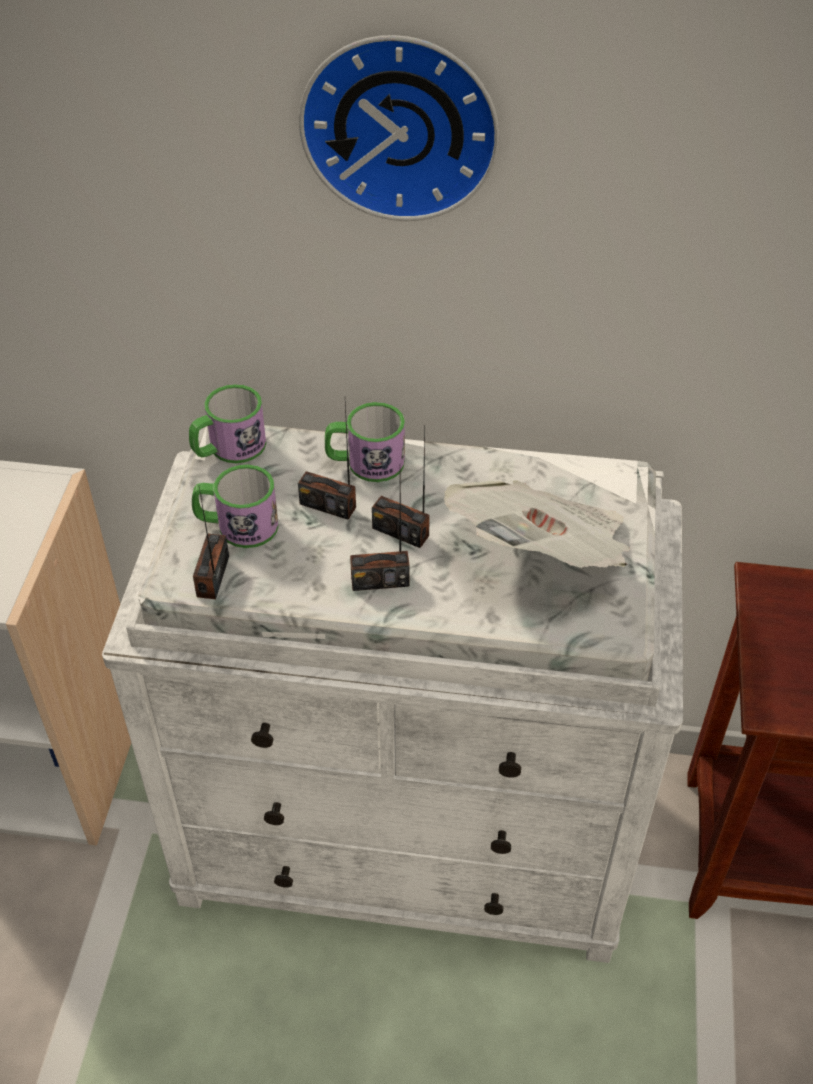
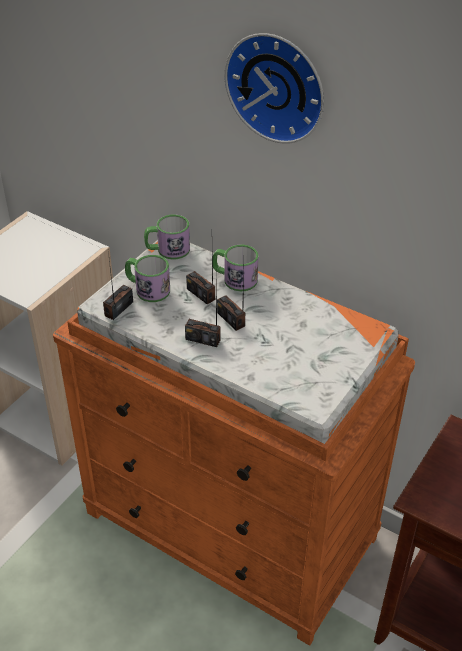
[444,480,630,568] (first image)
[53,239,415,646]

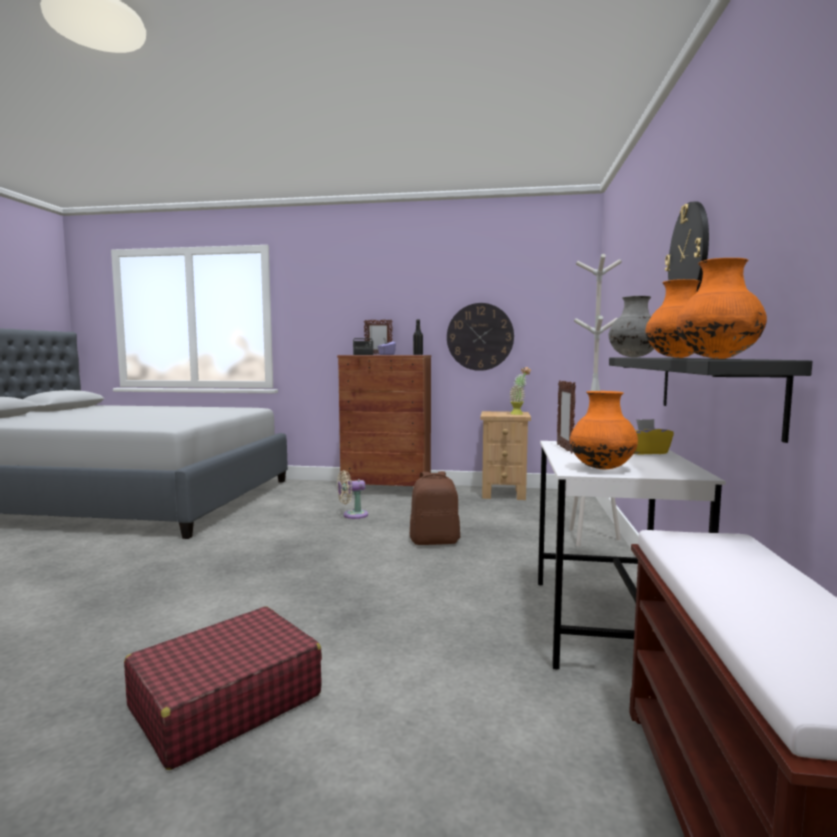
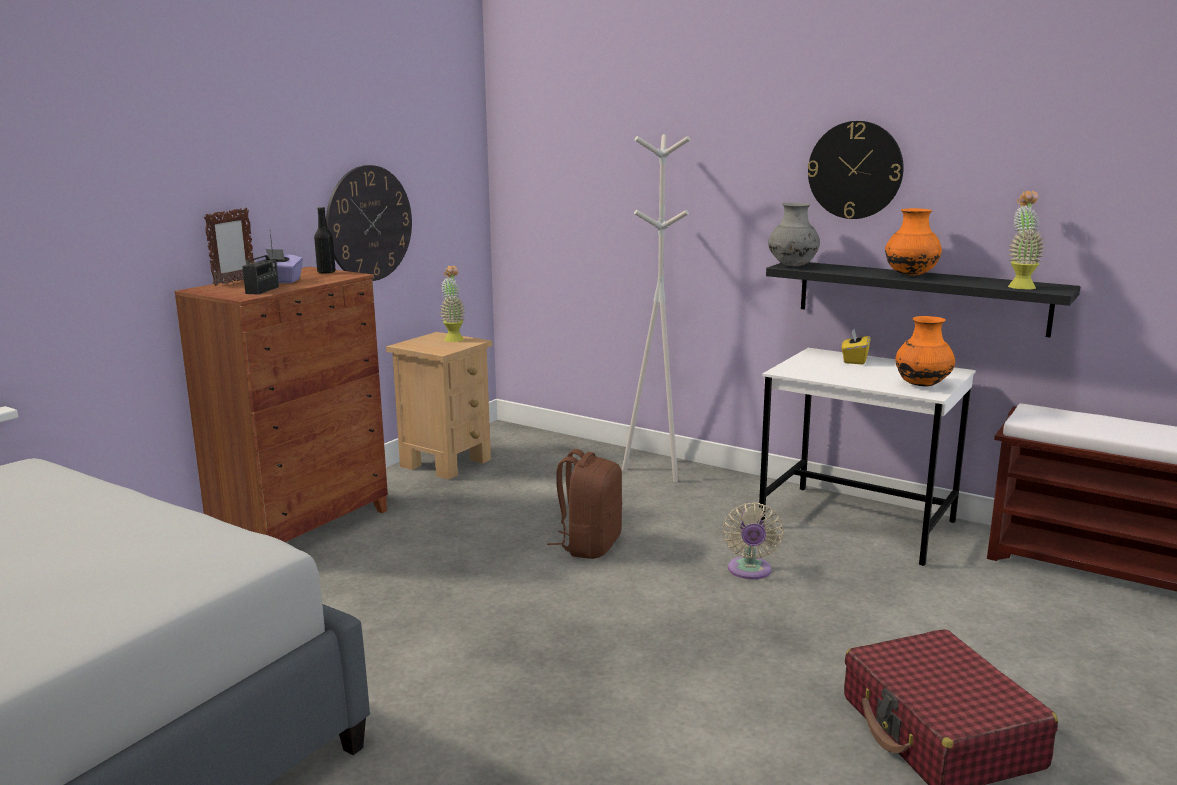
[557,380,576,453] (first image)
[723,503,784,579]
[1008,191,1045,289]

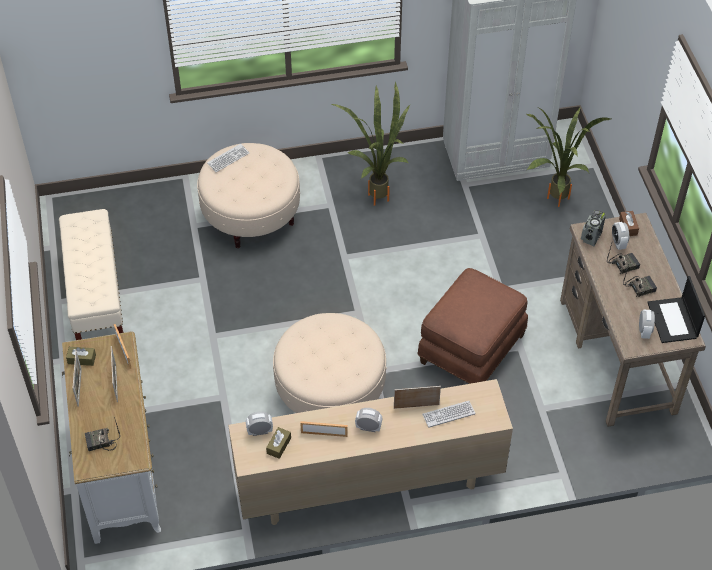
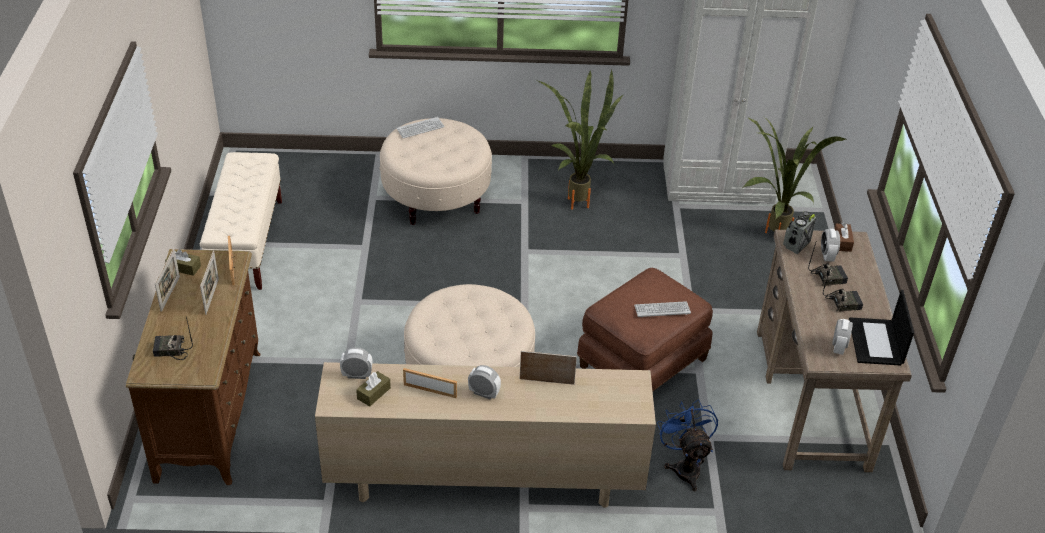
[657,400,718,491]
[634,301,691,317]
[126,249,260,485]

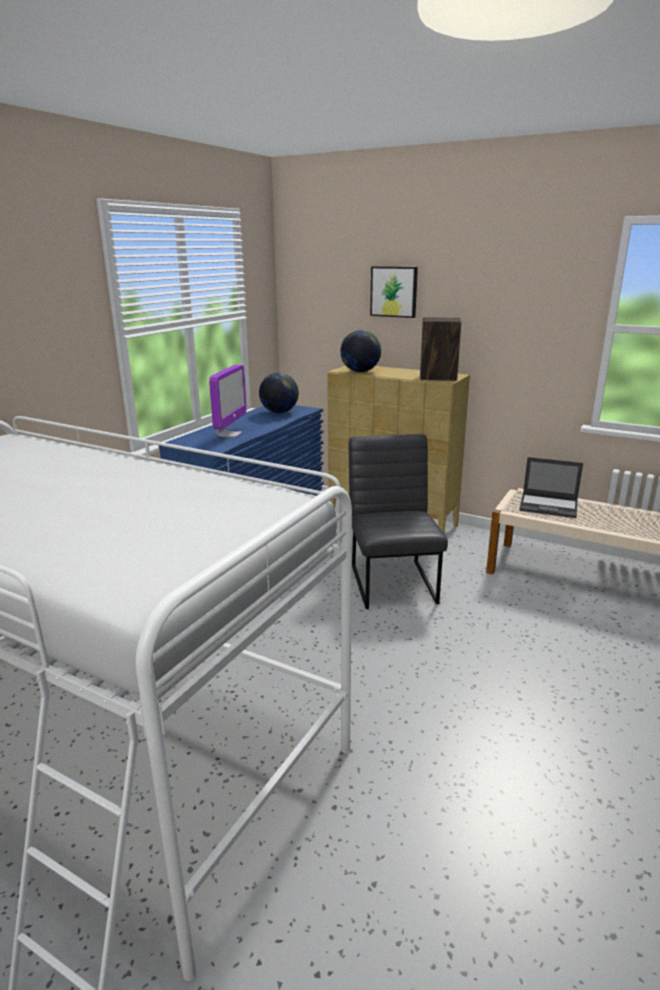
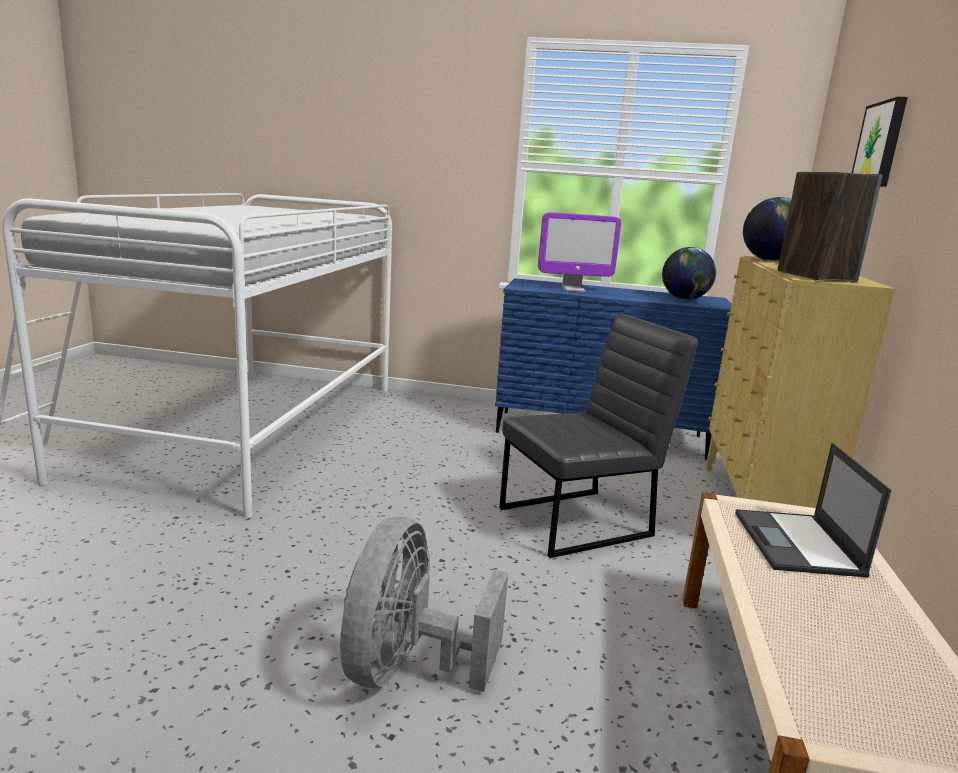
[340,517,508,692]

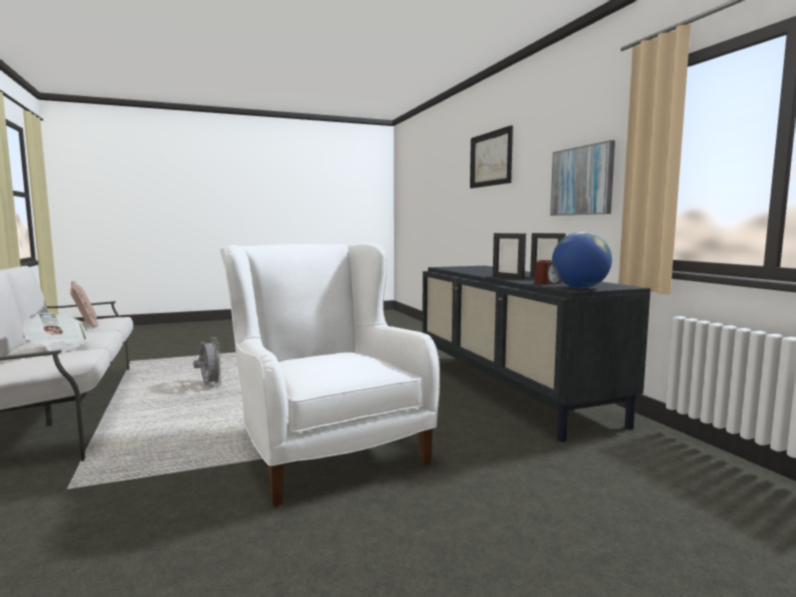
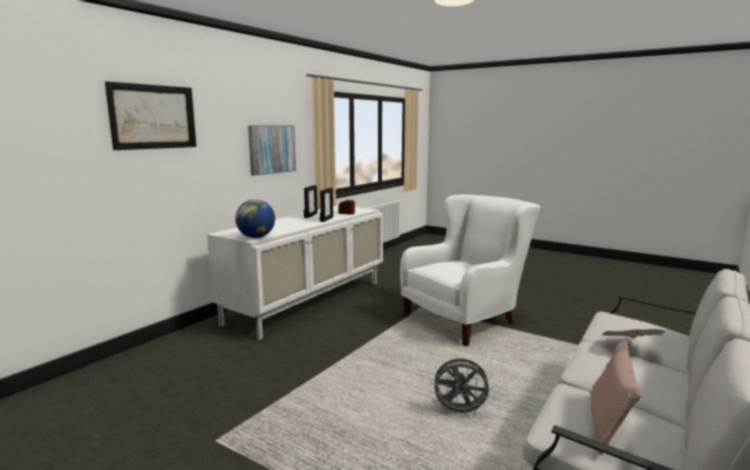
[235,199,275,238]
[207,205,383,340]
[431,358,493,417]
[400,195,541,346]

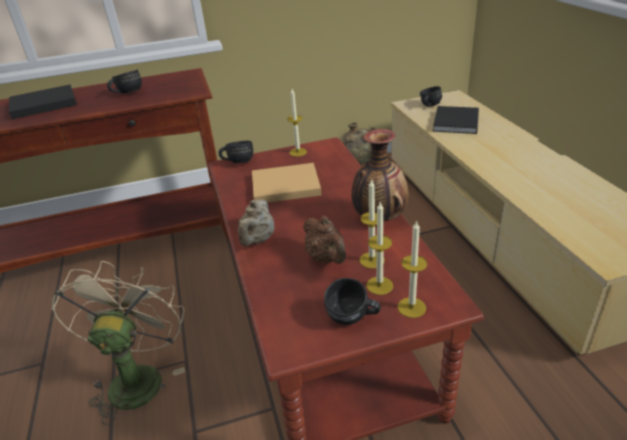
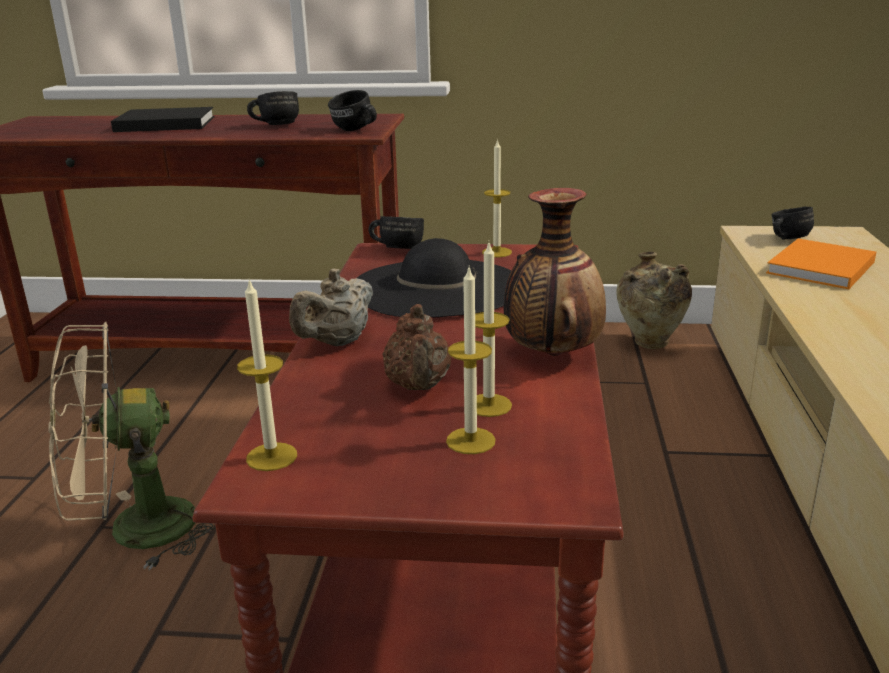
[328,90,377,131]
[237,278,297,471]
[357,238,511,318]
[766,238,876,289]
[48,322,216,571]

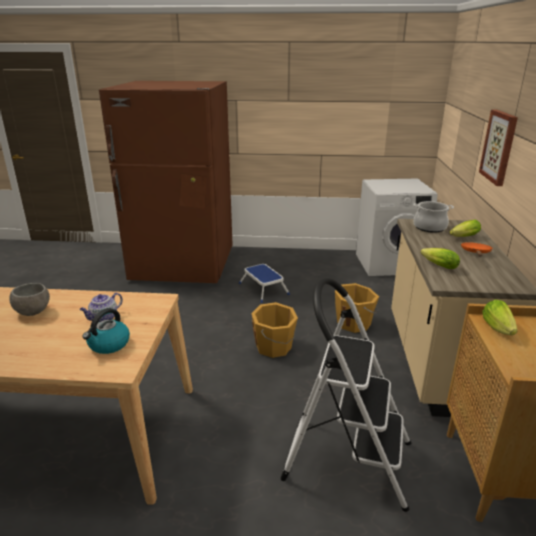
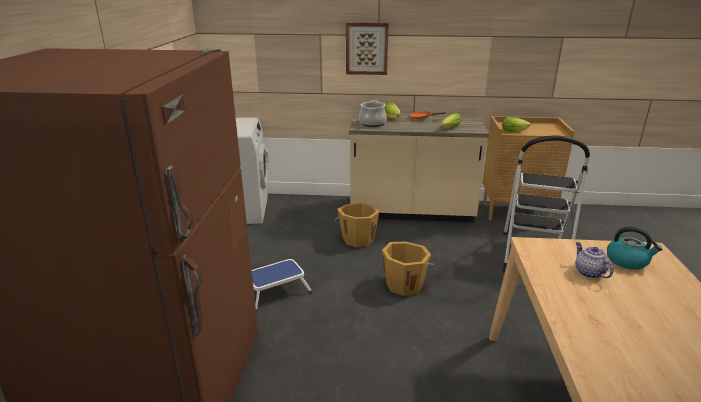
[9,283,50,316] (first image)
[576,242,613,278]

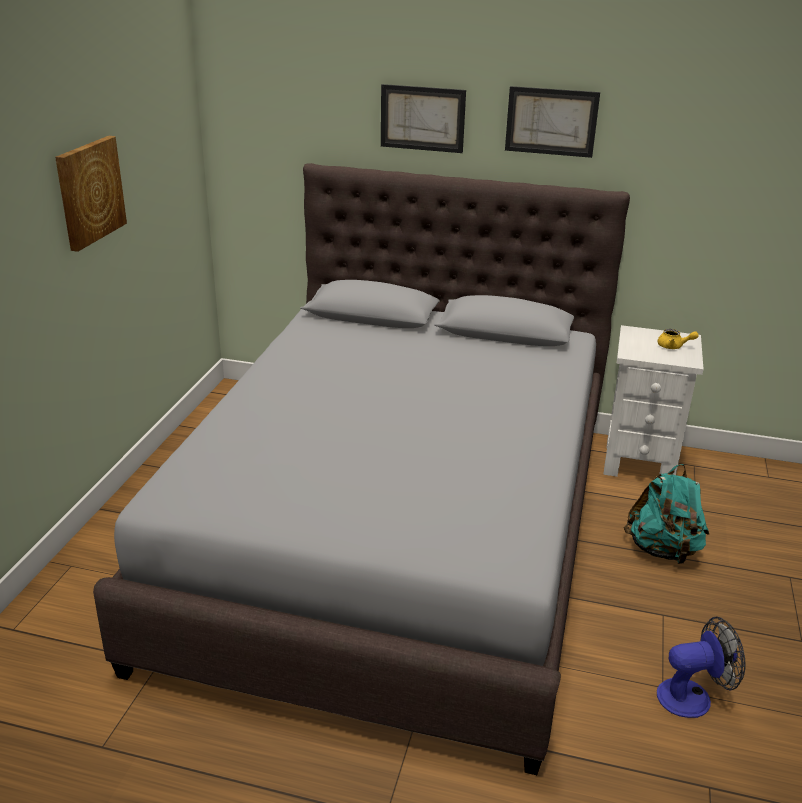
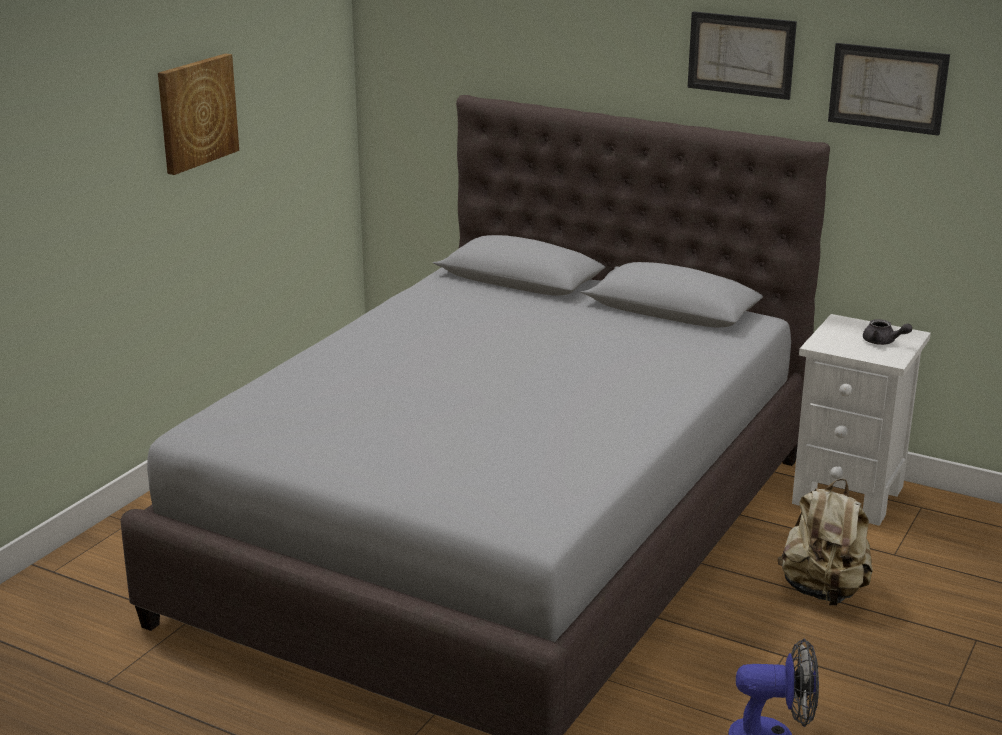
[828,43,950,136]
[778,479,873,606]
[863,319,912,345]

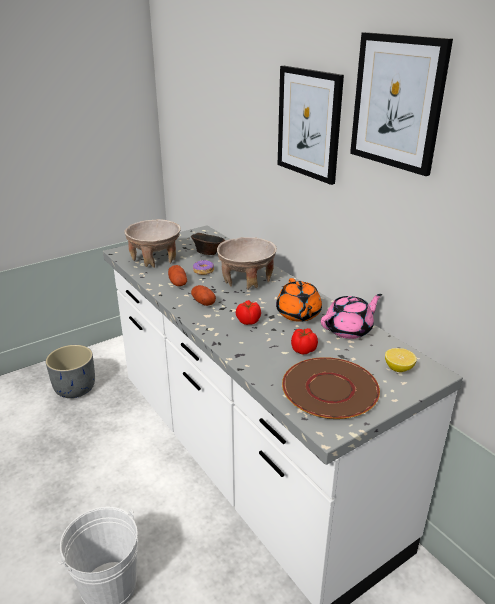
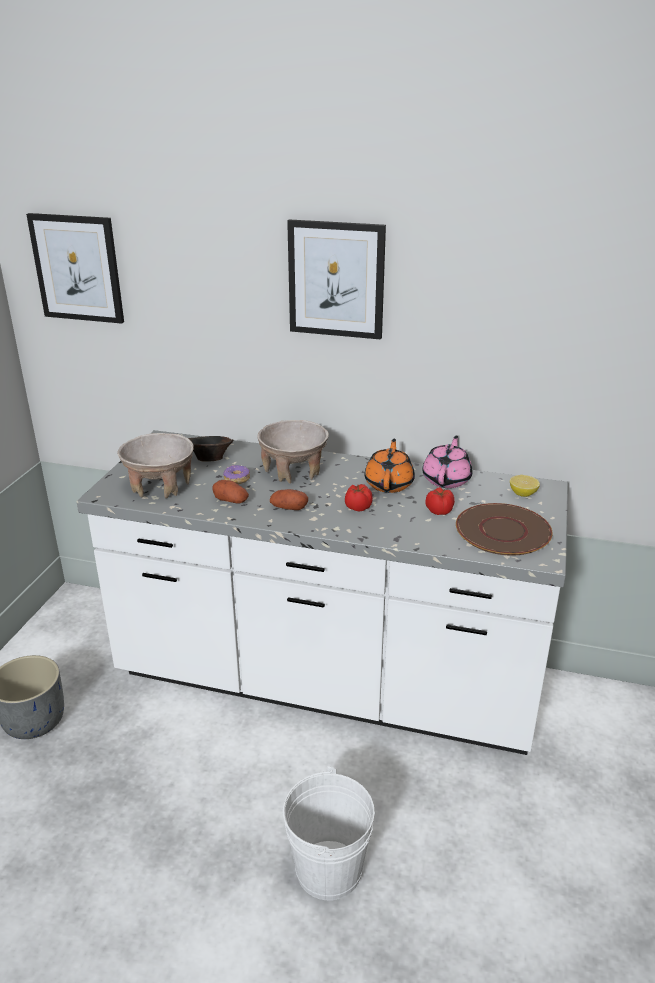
[26,213,124,324]
[365,439,415,493]

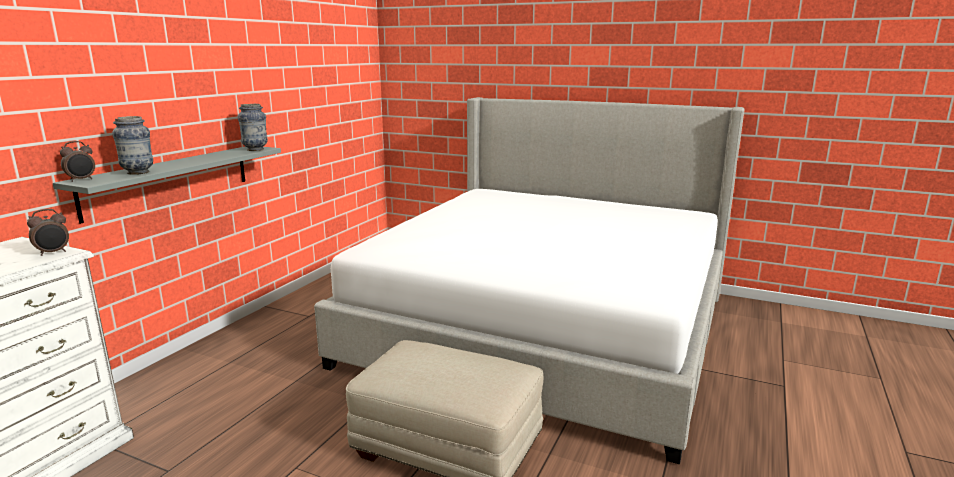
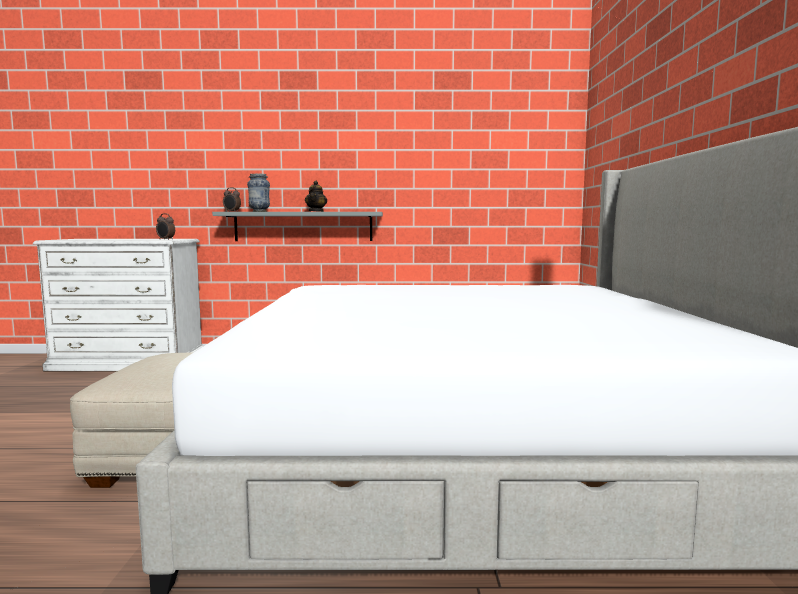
[238,104,268,151] (first image)
[305,181,327,212]

